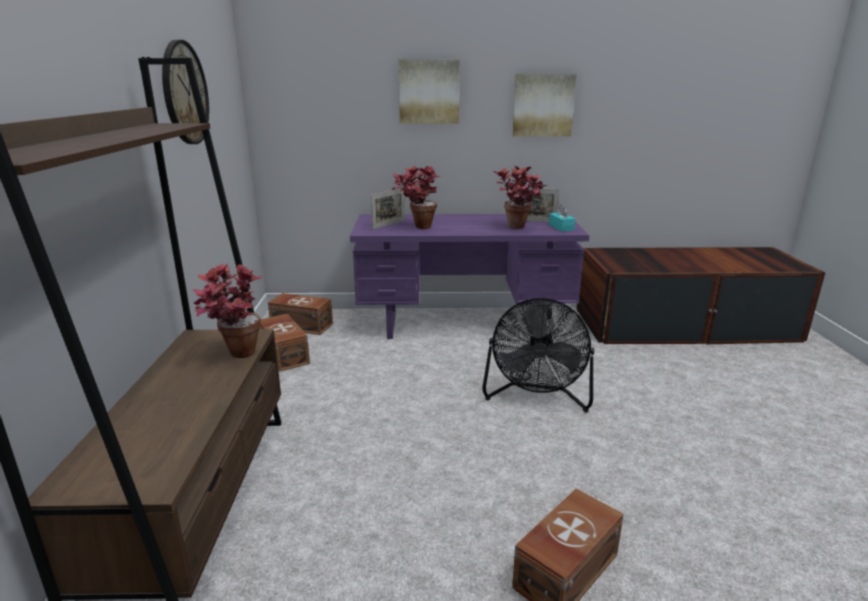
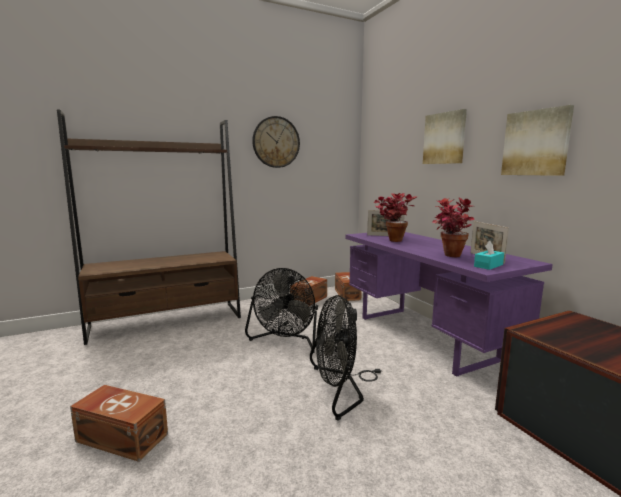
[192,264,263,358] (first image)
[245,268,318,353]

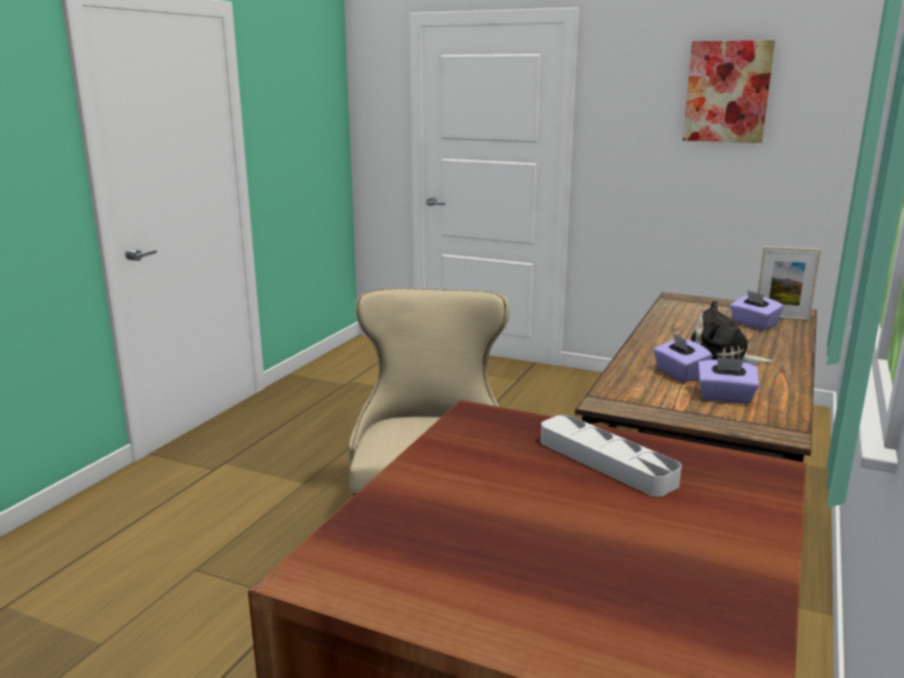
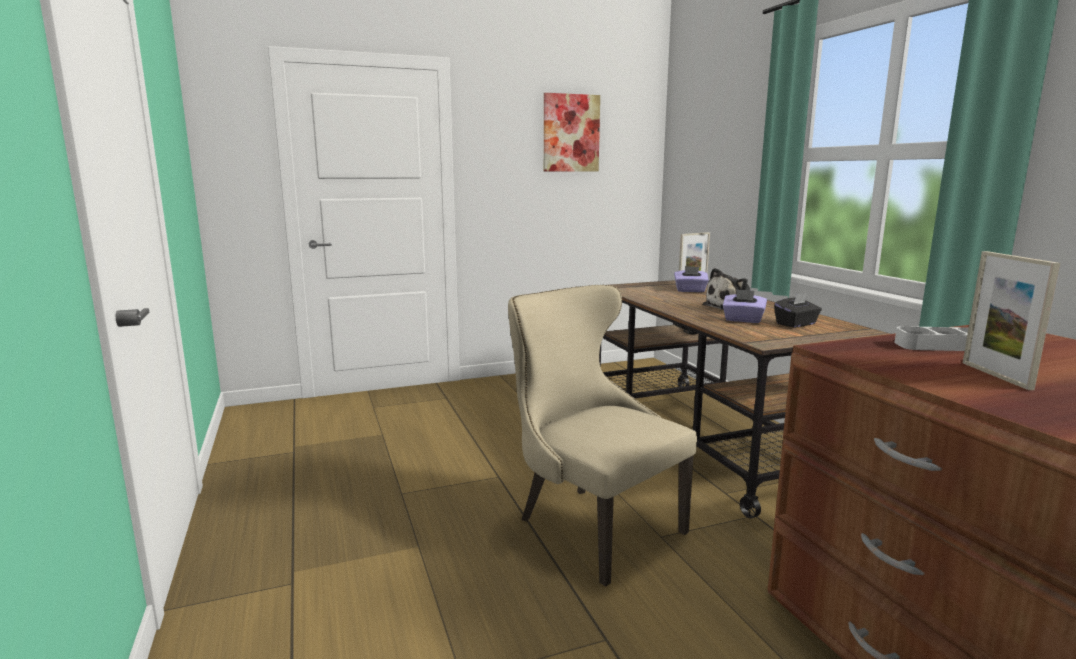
[963,251,1060,390]
[774,293,822,328]

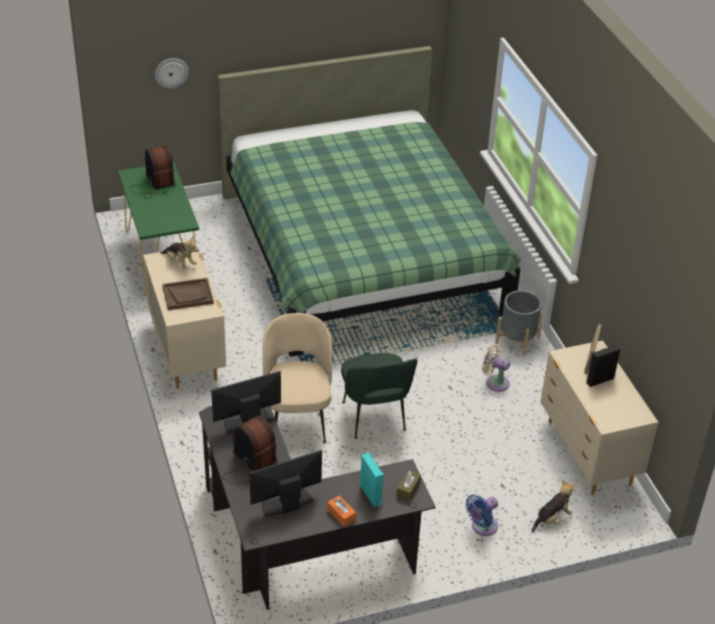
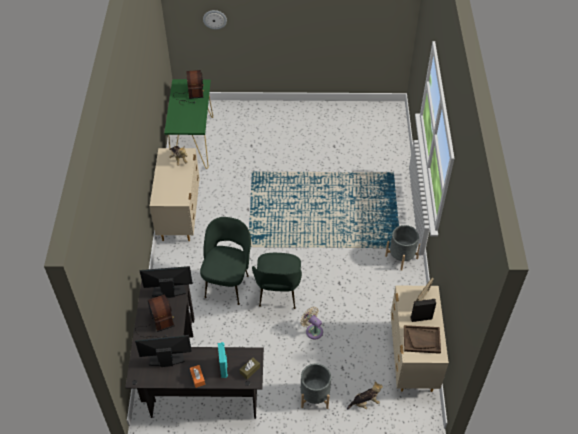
[218,46,521,357] (first image)
[404,325,441,354]
[300,307,323,340]
[301,363,331,409]
[200,217,251,305]

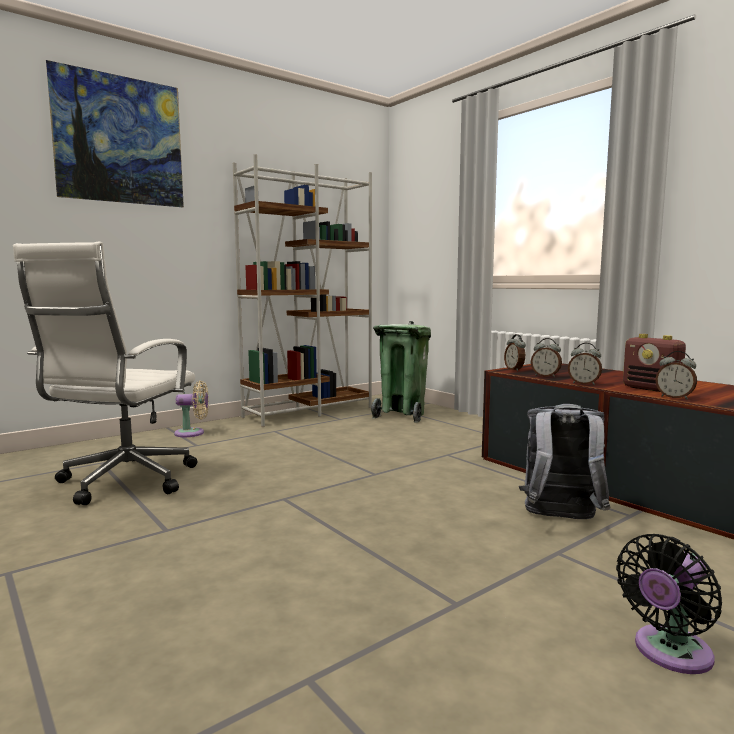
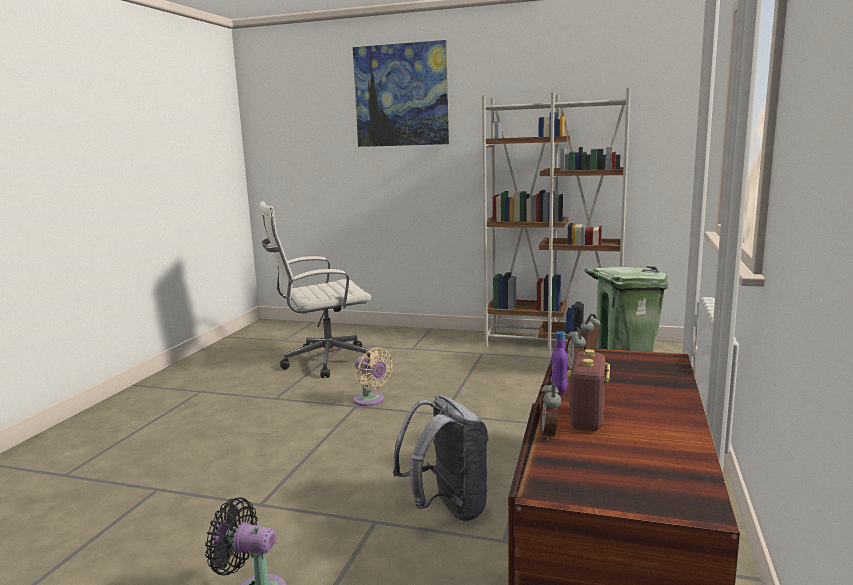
[353,347,393,406]
[552,331,568,393]

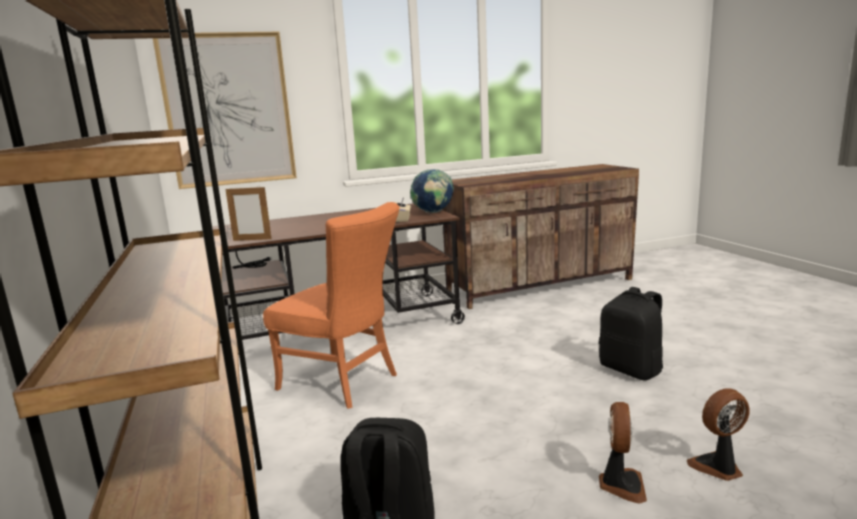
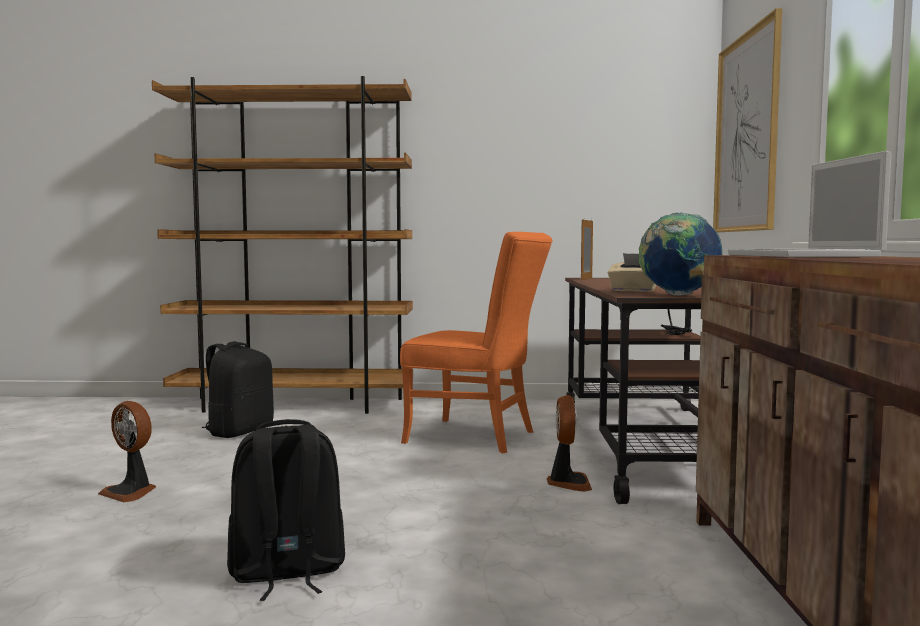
[728,151,891,257]
[547,395,592,492]
[400,232,553,453]

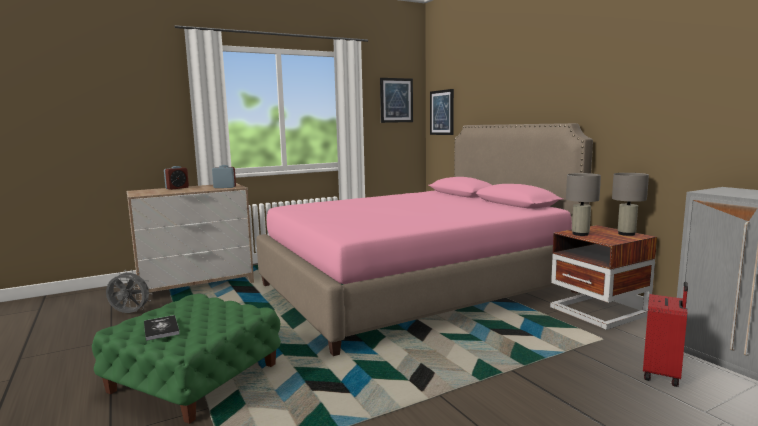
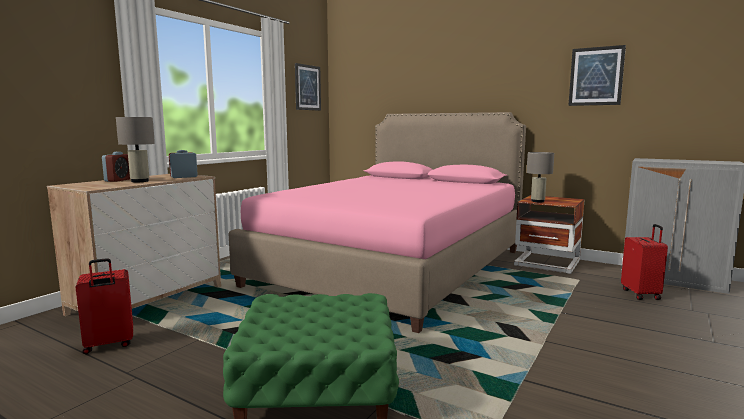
[144,315,179,341] (first image)
[568,45,626,106]
[116,117,155,182]
[76,258,133,354]

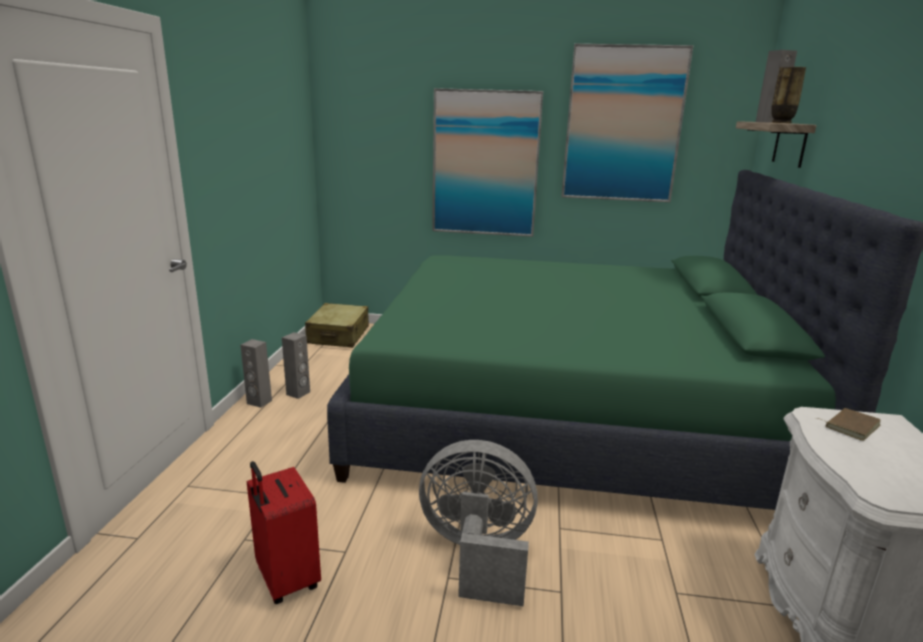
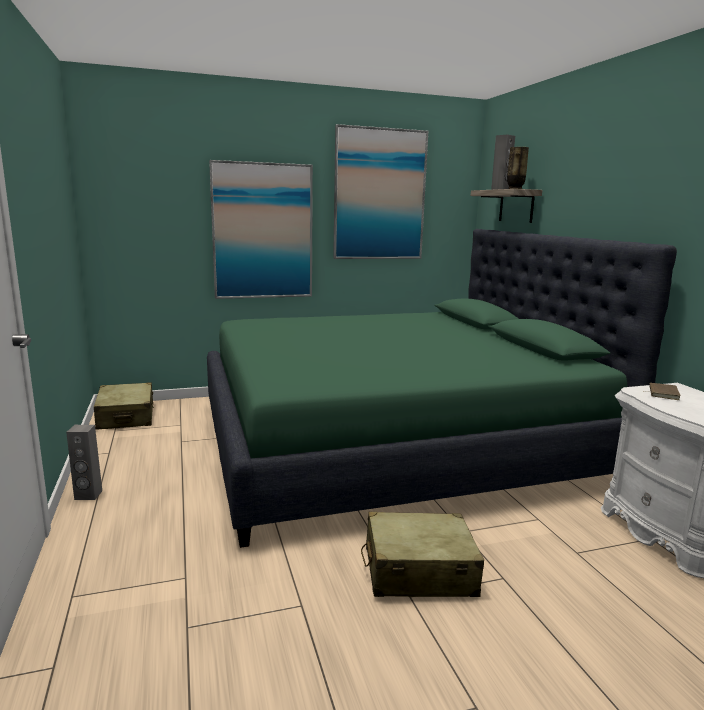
[247,461,321,604] (first image)
[282,332,310,399] (first image)
[361,512,484,597]

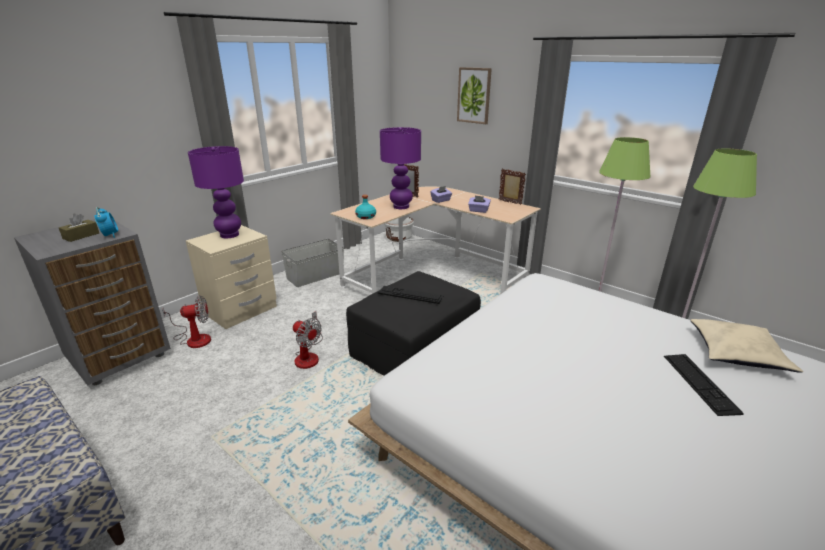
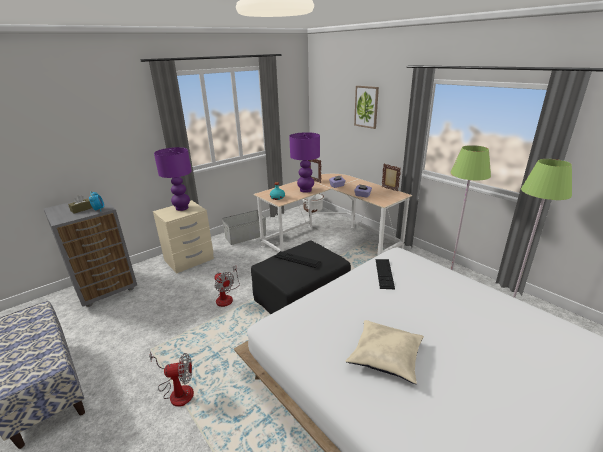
[149,352,194,407]
[376,259,395,289]
[346,320,424,384]

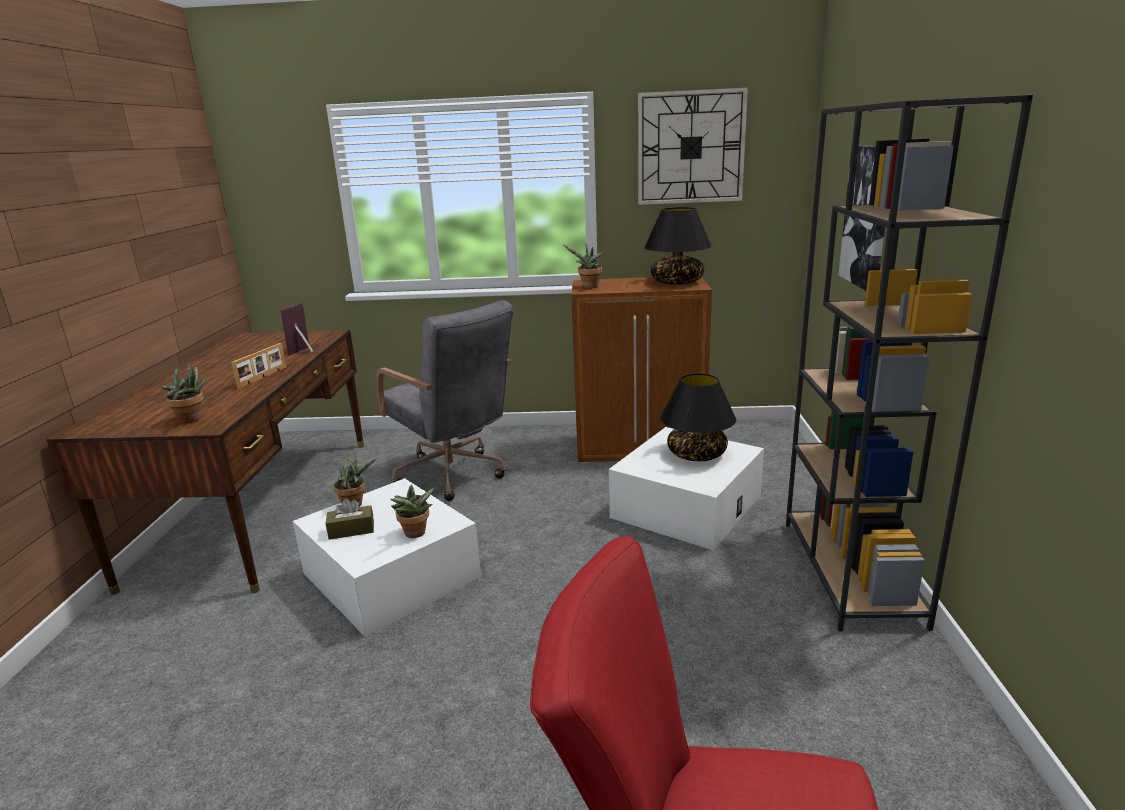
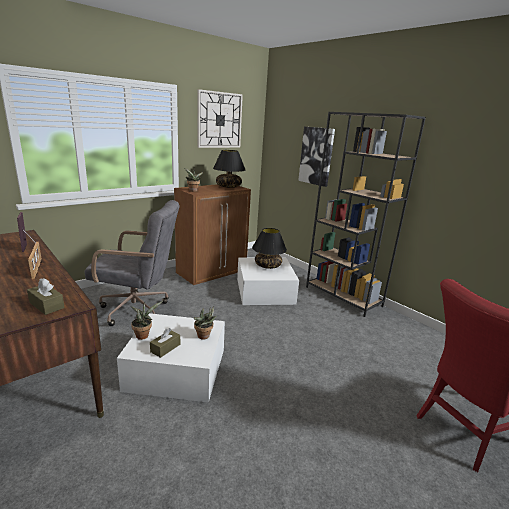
[27,278,65,315]

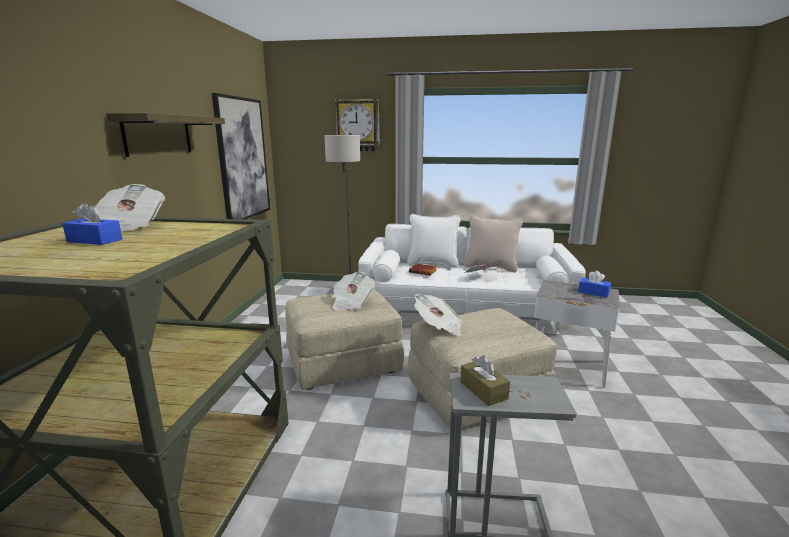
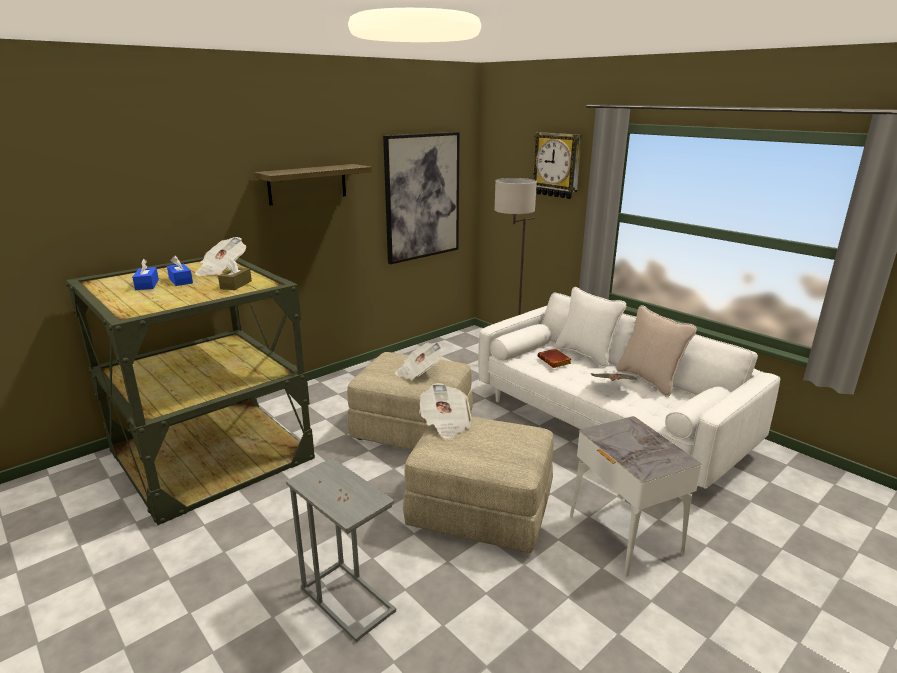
[218,259,252,290]
[132,259,159,290]

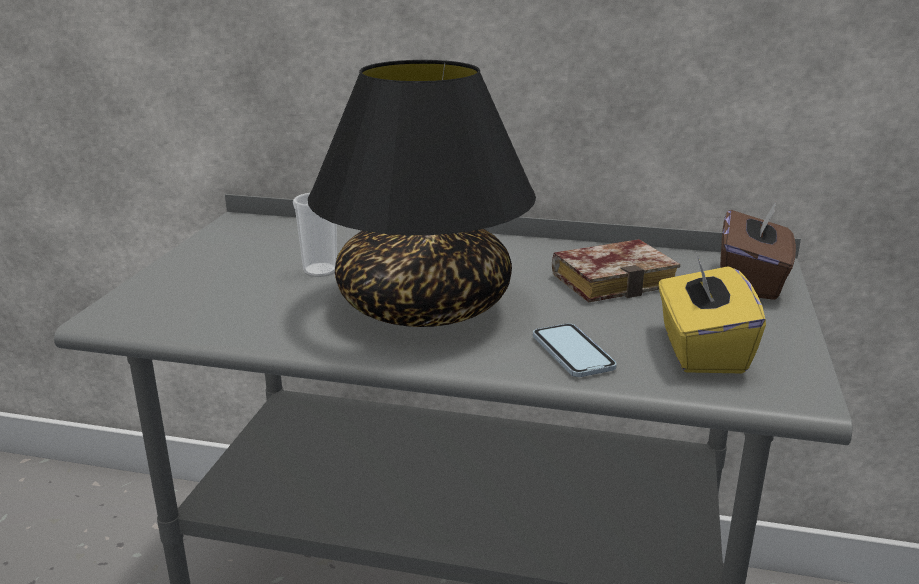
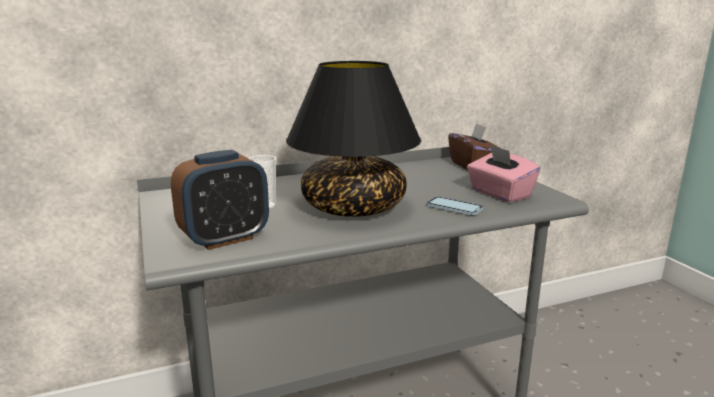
[552,239,680,302] (first image)
[171,150,269,250]
[467,145,540,203]

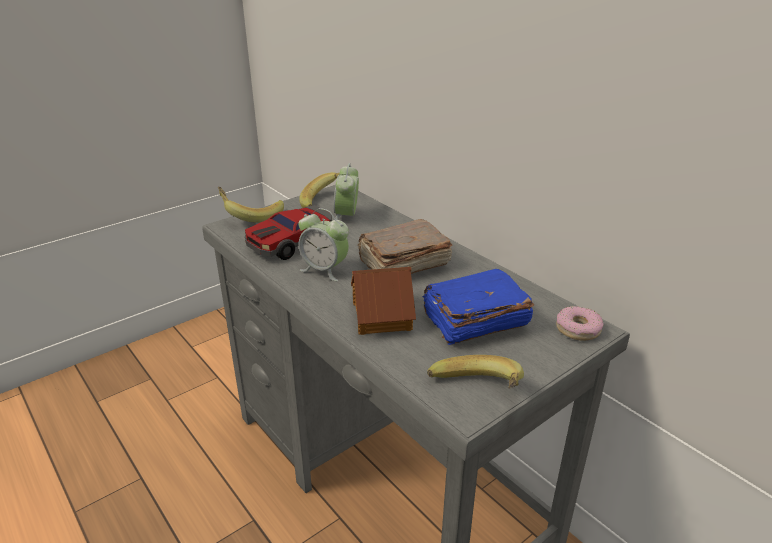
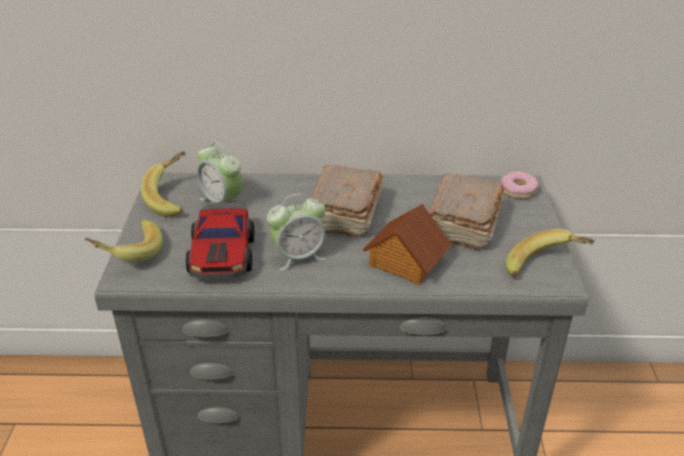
[428,174,505,251]

